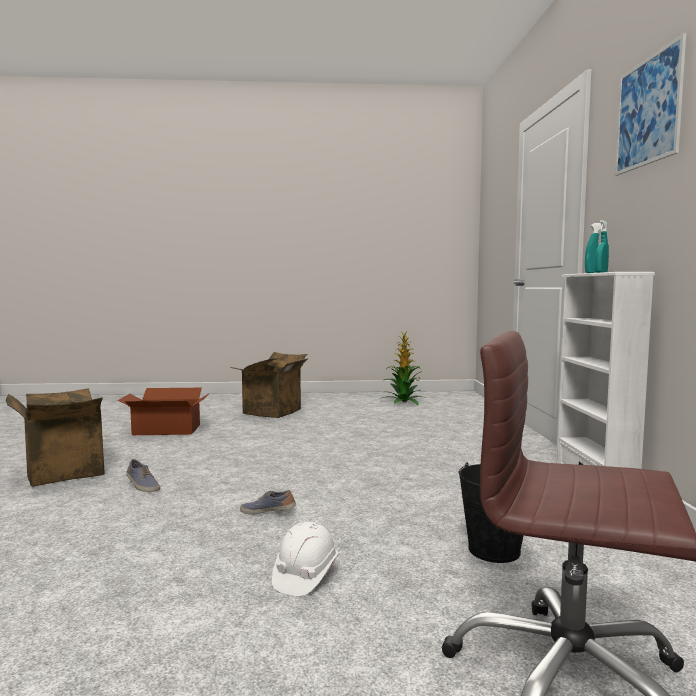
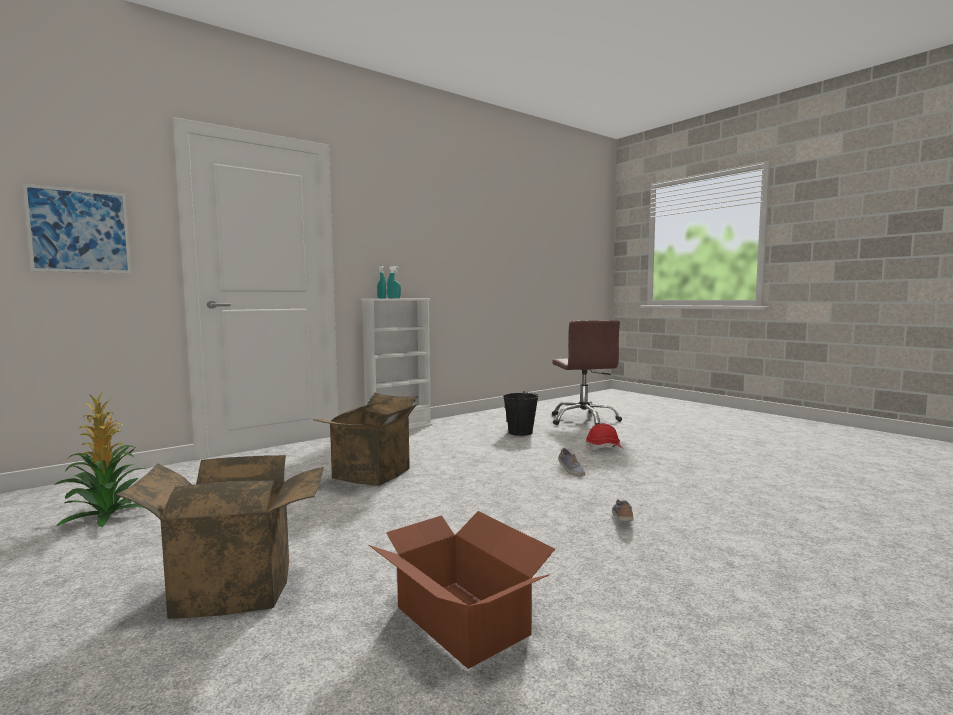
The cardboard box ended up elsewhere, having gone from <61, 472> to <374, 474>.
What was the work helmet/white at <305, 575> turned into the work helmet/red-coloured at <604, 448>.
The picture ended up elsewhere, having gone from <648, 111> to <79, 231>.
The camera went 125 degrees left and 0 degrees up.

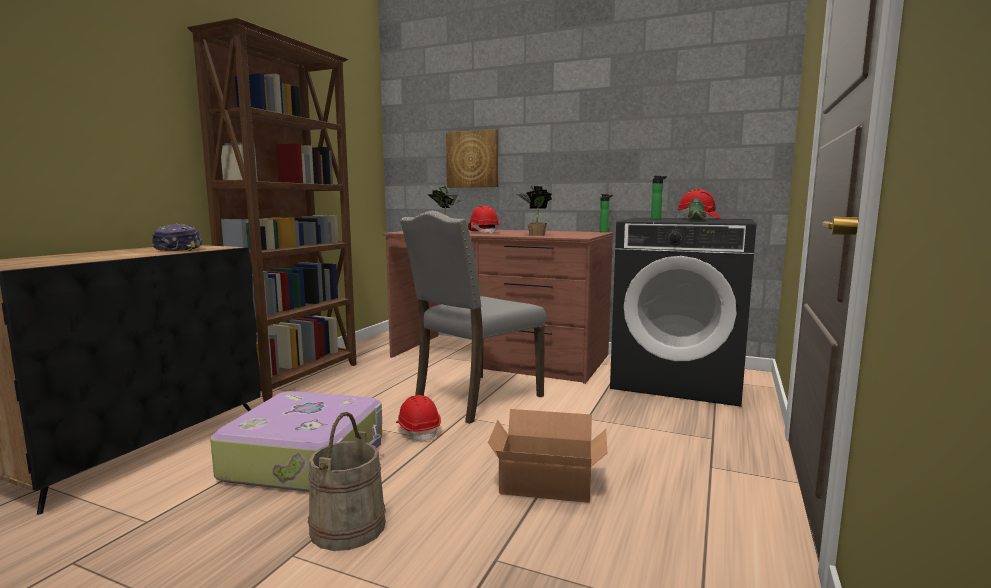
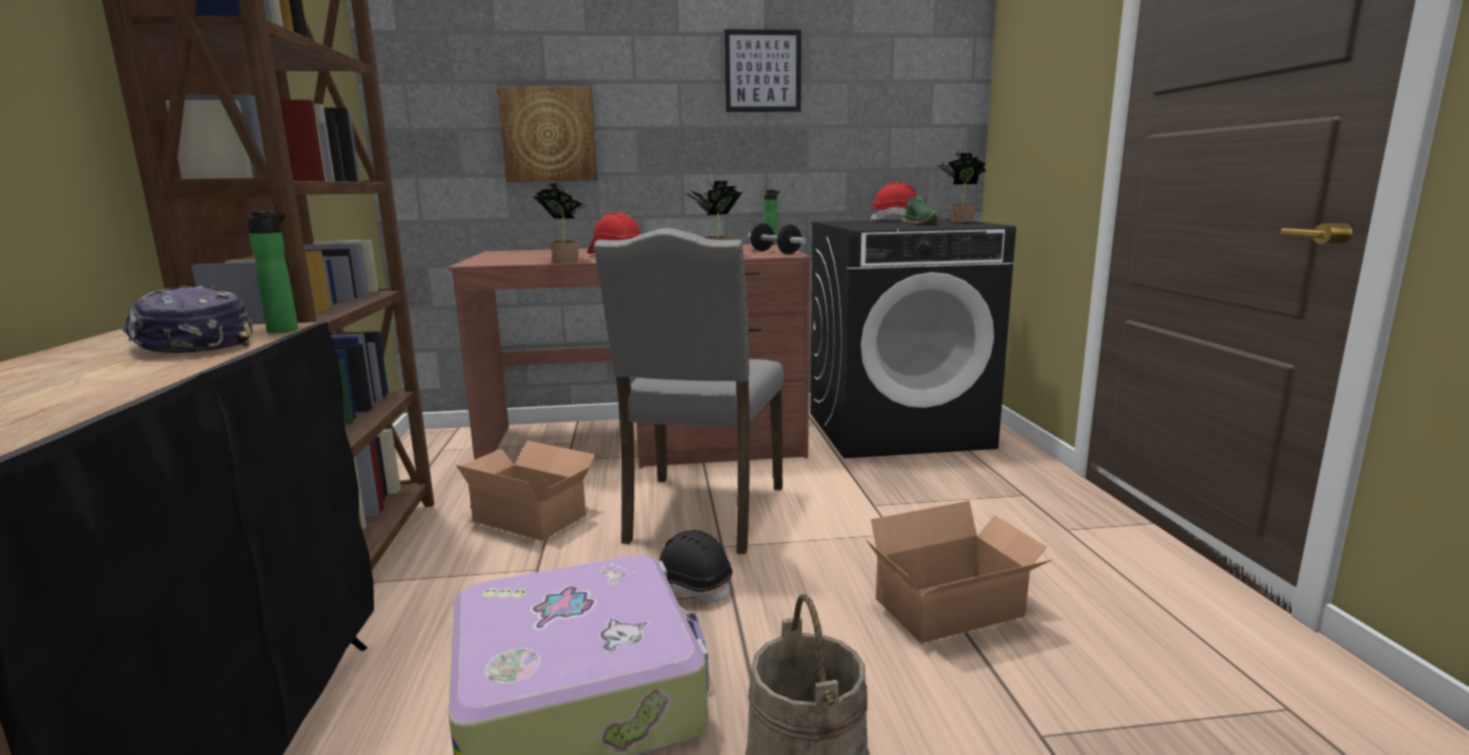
What was the work helmet/red-coloured at <418, 431> turned into the work helmet/black-coloured at <690, 586>.
The beverage bottle ended up elsewhere, having gone from <657, 219> to <285, 331>.
The second view gained the cardboard box at <531, 516>.
The second view gained the picture at <763, 71>.
The second view gained the hand weight at <775, 252>.
The second view gained the houseplant at <958, 221>.
The camera went 30 degrees left and 5 degrees up.

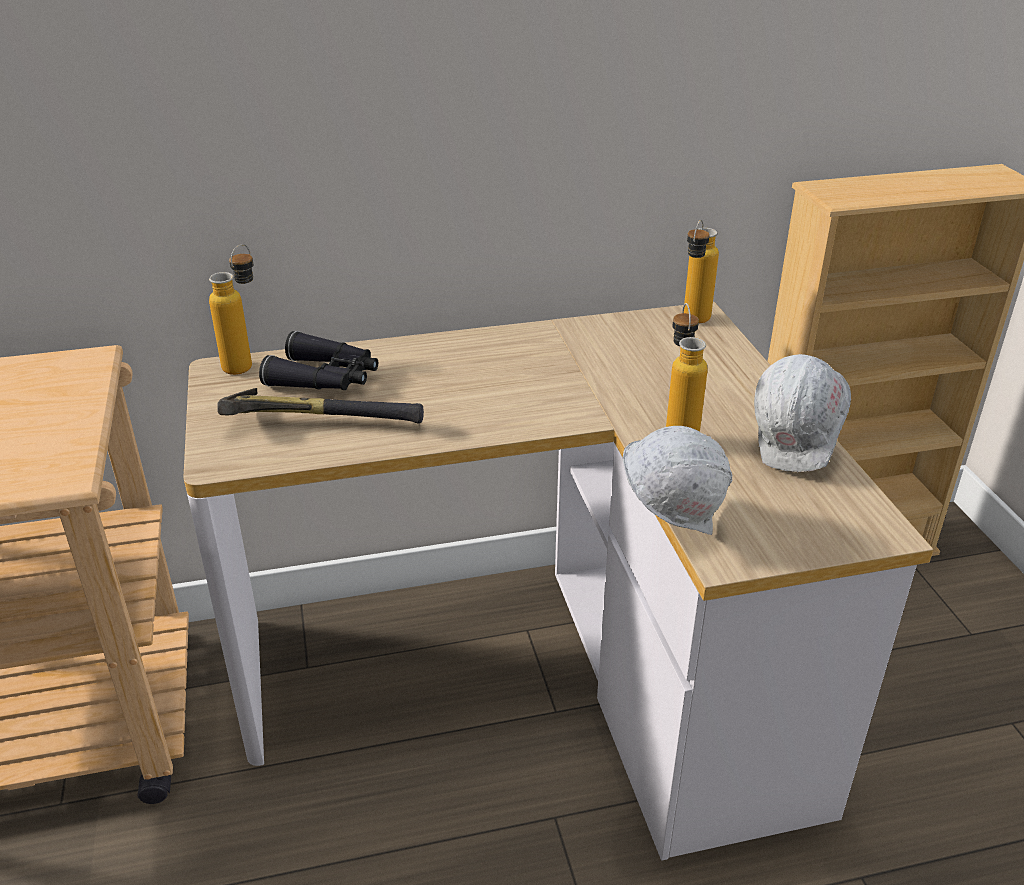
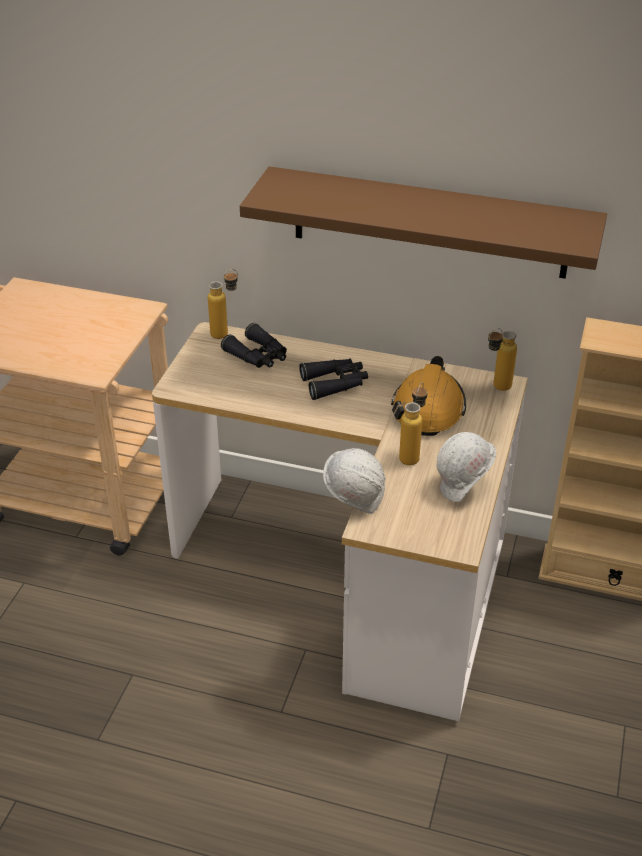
The second view lost the hammer at <320, 421>.
The second view gained the shelf/brown-coloured at <429, 223>.
The second view gained the binoculars/black-coloured at <335, 383>.
The second view gained the work helmet/orangey at <428, 408>.
The camera went 30 degrees right and 5 degrees up.

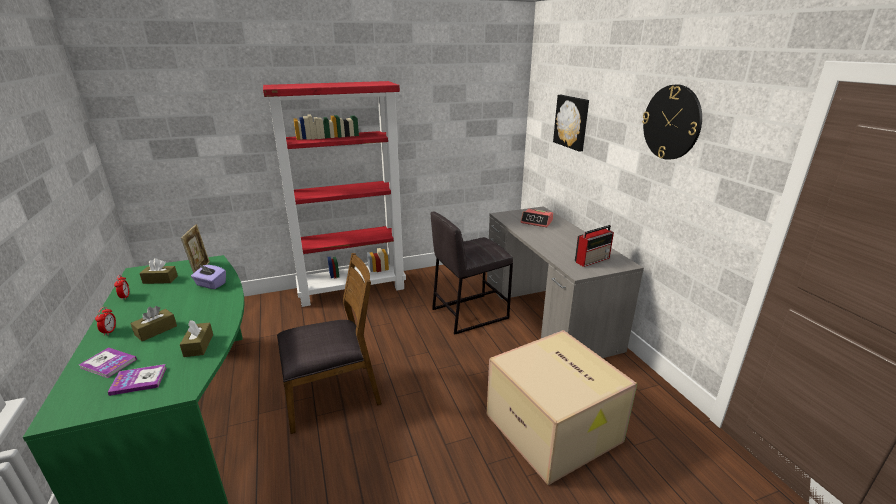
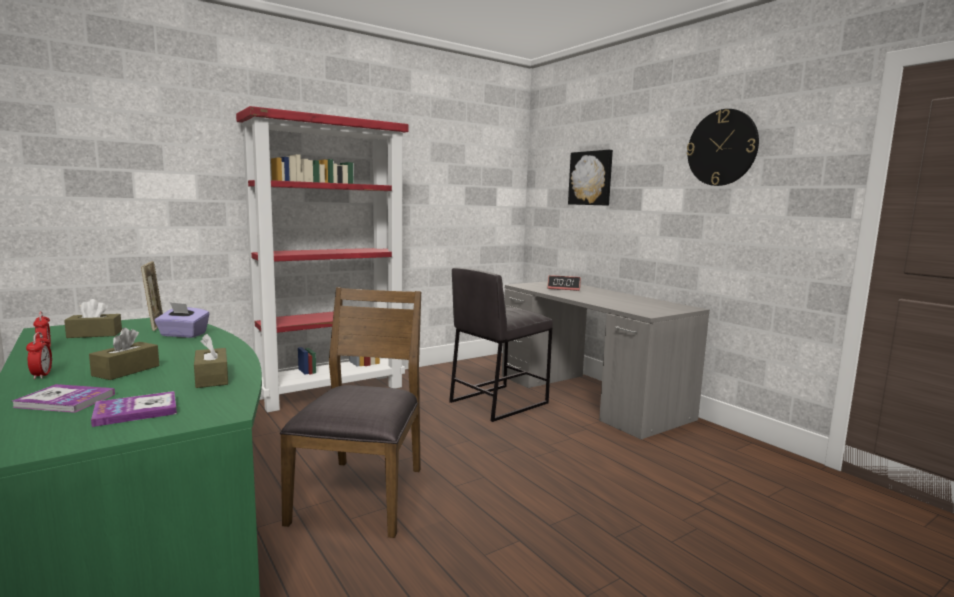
The plain chair/brown-coloured at <332, 395> ended up facing another way, 45 degrees counterclockwise from before.
The second view lost the cardboard box at <555, 428>.
The second view lost the radio receiver at <593, 260>.
The camera went 15 degrees left and 15 degrees down.

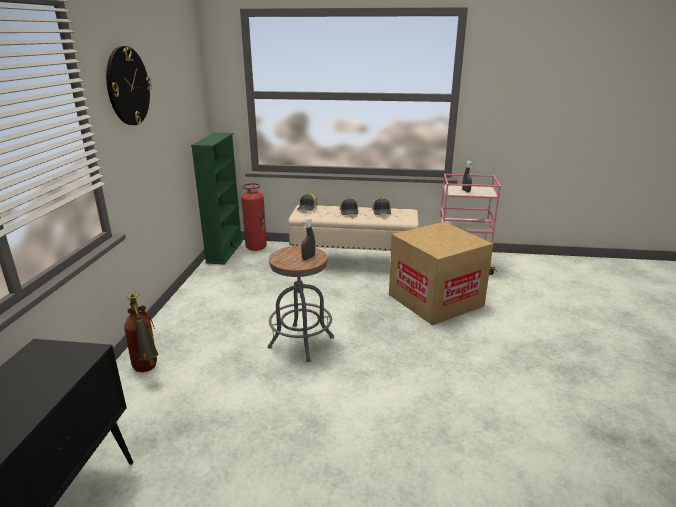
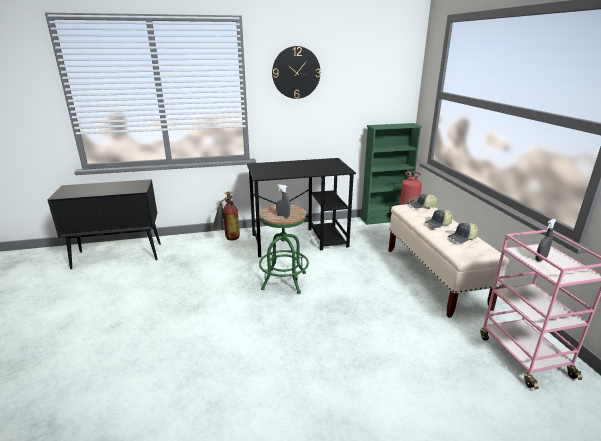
What was the stool seat/gray at <301, 342> turned into the stool seat/green at <284, 281>.
The second view lost the cardboard box at <435, 300>.
The second view gained the desk unit/black-coloured at <300, 241>.
The camera went 70 degrees right and 0 degrees up.

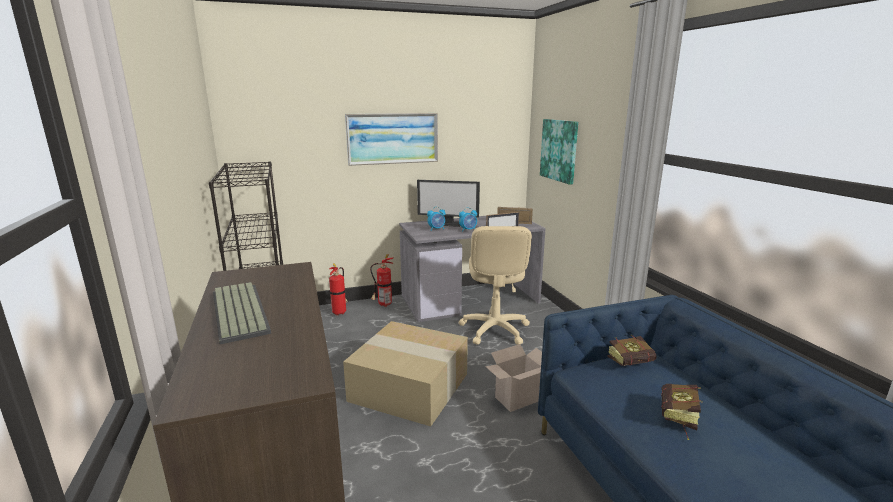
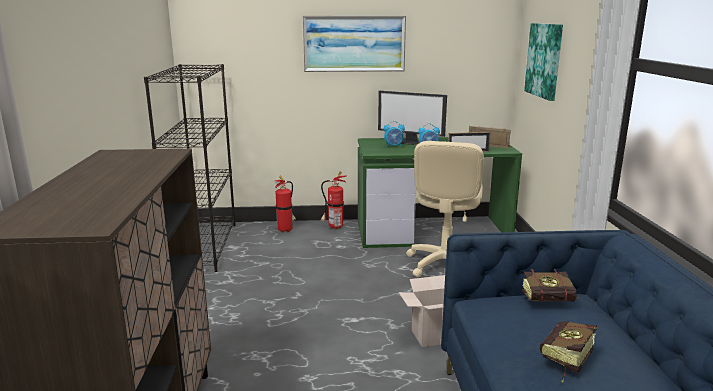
The second view lost the computer keyboard at <237, 312>.
The second view lost the cardboard box at <411, 386>.
What was the desk unit/gray at <470, 299> turned into the desk unit/green at <432, 231>.
The camera went 15 degrees right and 0 degrees up.

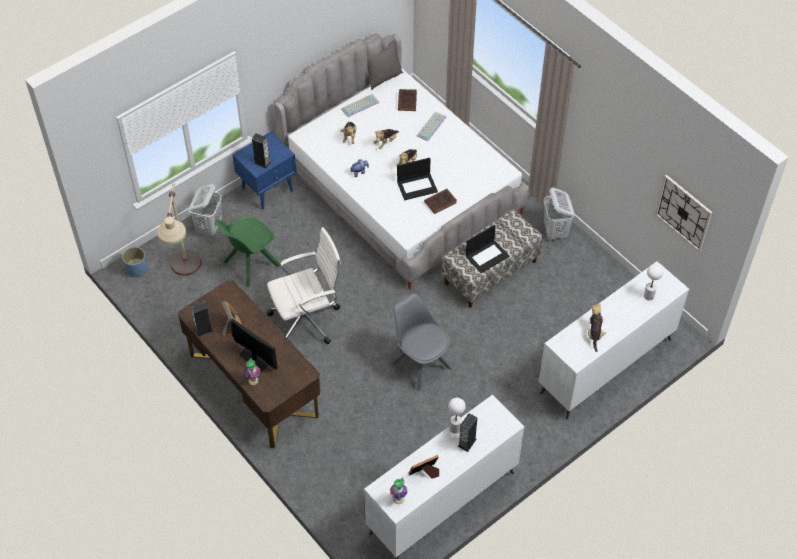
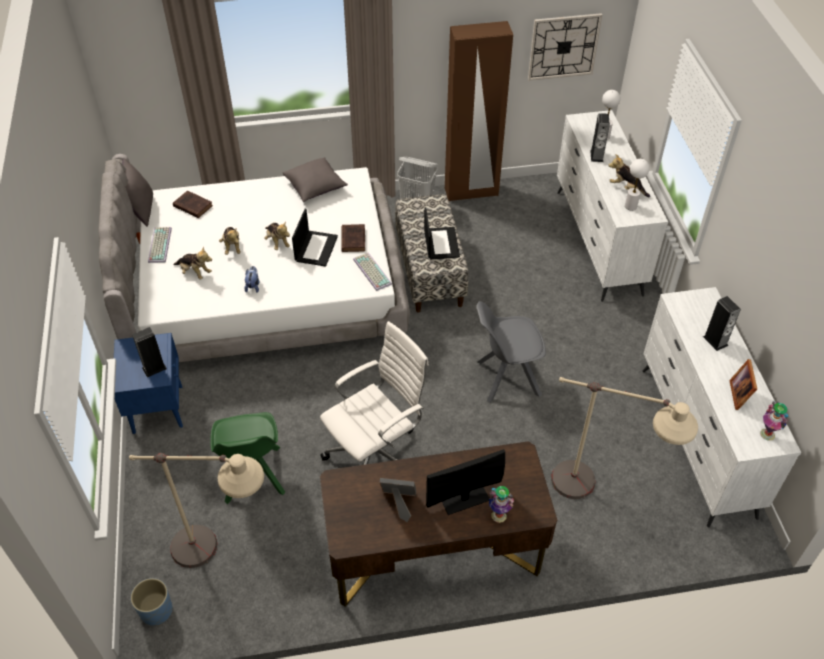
The second view lost the laundry basket/white at <209, 227>.
The loudspeaker ended up elsewhere, having gone from <203, 329> to <596, 156>.
The computer chair/white at <307, 319> ended up facing another way, 45 degrees clockwise from before.
The computer keyboard ended up elsewhere, having gone from <431, 126> to <371, 271>.
The lamp for a table/white ended up elsewhere, having gone from <455, 428> to <630, 206>.
The second view gained the throw pillow/gray at <315, 187>.
The second view gained the wardrobe/brown-coloured at <471, 192>.
The second view gained the floor lamp/beige-coloured at <598, 498>.
The camera went 60 degrees left and 5 degrees down.

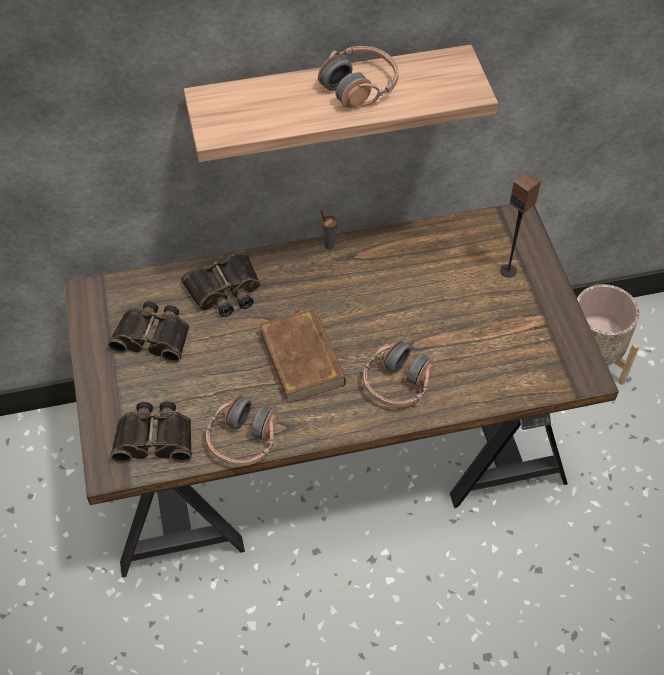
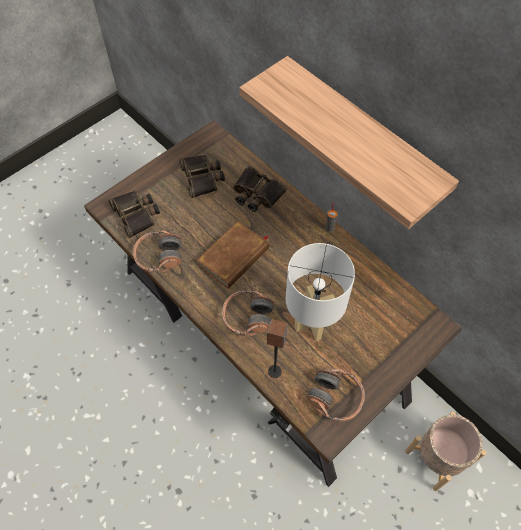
The headset ended up elsewhere, having gone from <359, 86> to <335, 398>.
The loudspeaker ended up elsewhere, having gone from <508, 270> to <275, 371>.
The second view gained the lamp for a table/white at <311, 325>.
The camera went 60 degrees right and 5 degrees up.

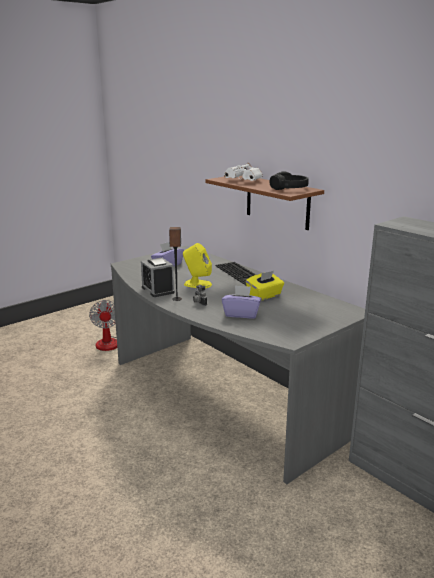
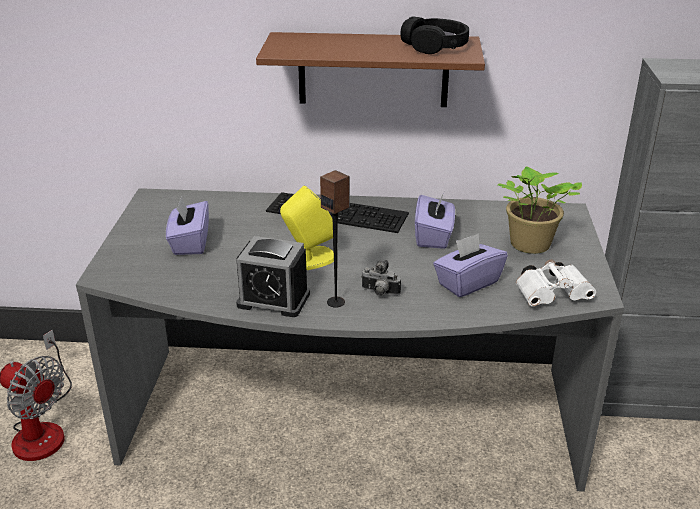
The binoculars/white ended up elsewhere, having gone from <245, 181> to <554, 296>.
What was the tissue box/yellowish at <264, 296> turned into the tissue box/purplish at <433, 236>.
The second view gained the houseplant at <528, 245>.
The camera went 45 degrees left and 10 degrees up.

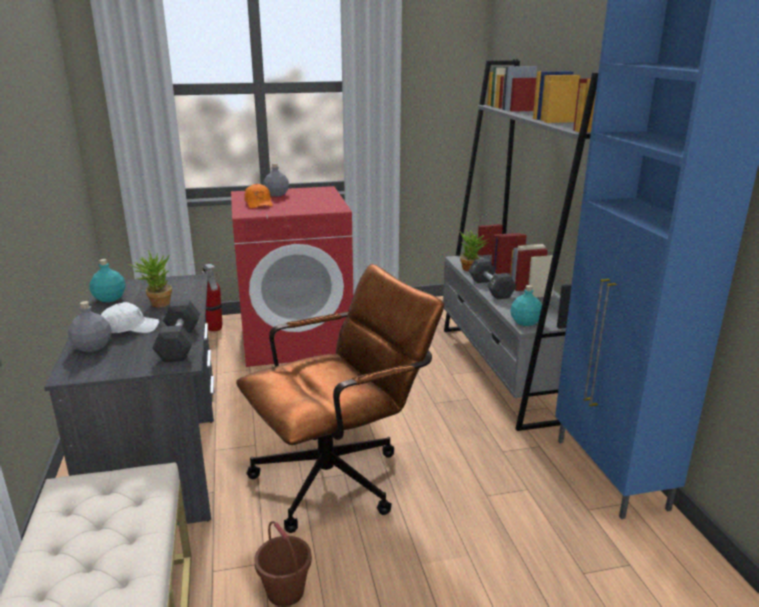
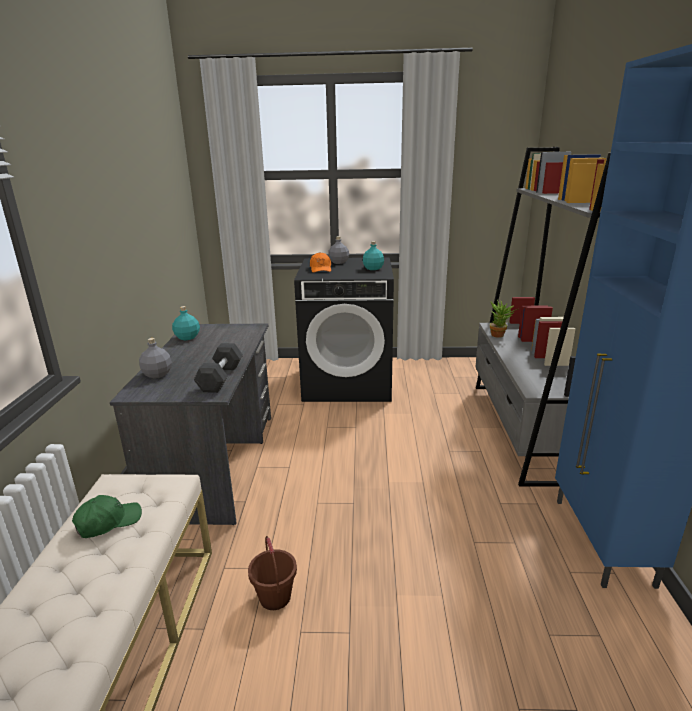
The second view lost the cap/white at <130, 328>.
The second view lost the houseplant at <156, 304>.
The second view lost the fire-fighting cylinder at <215, 328>.
What was the laundry machine/red-coloured at <296, 339> turned into the laundry machine/black-coloured at <348, 382>.
The second view lost the computer chair/brown-coloured at <340, 476>.
The second view lost the hand weight/black-coloured at <490, 288>.
The beverage bottle/turquoise-coloured ended up elsewhere, having gone from <525, 322> to <373, 268>.
The second view gained the cap/green at <108, 522>.
The camera went 15 degrees right and 0 degrees up.

